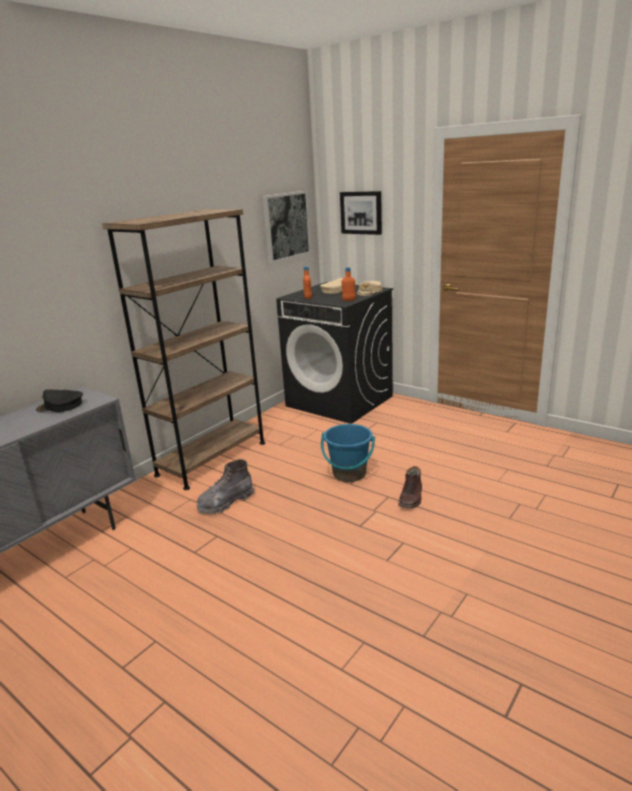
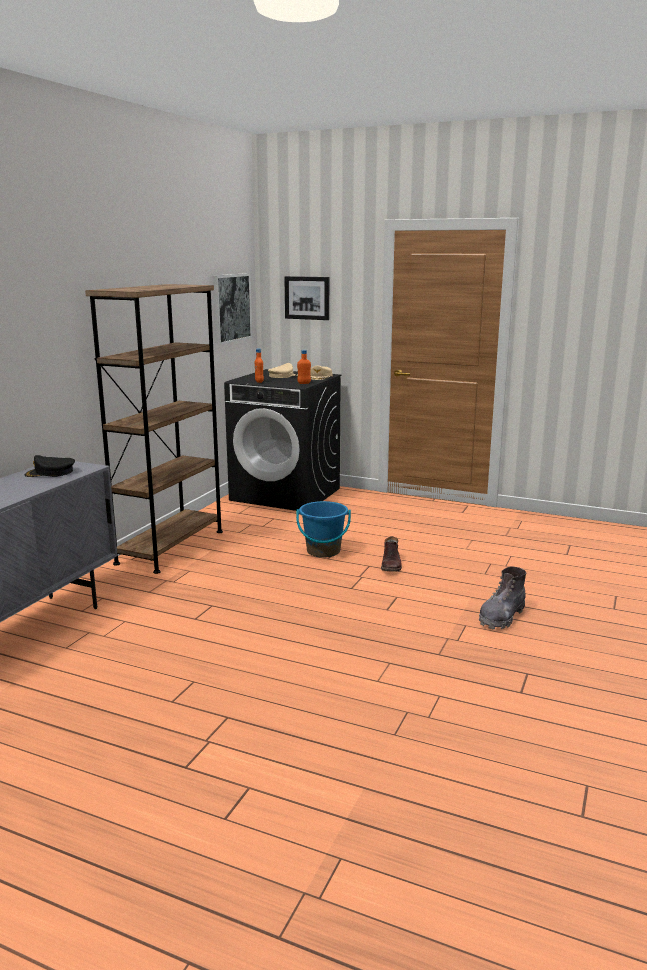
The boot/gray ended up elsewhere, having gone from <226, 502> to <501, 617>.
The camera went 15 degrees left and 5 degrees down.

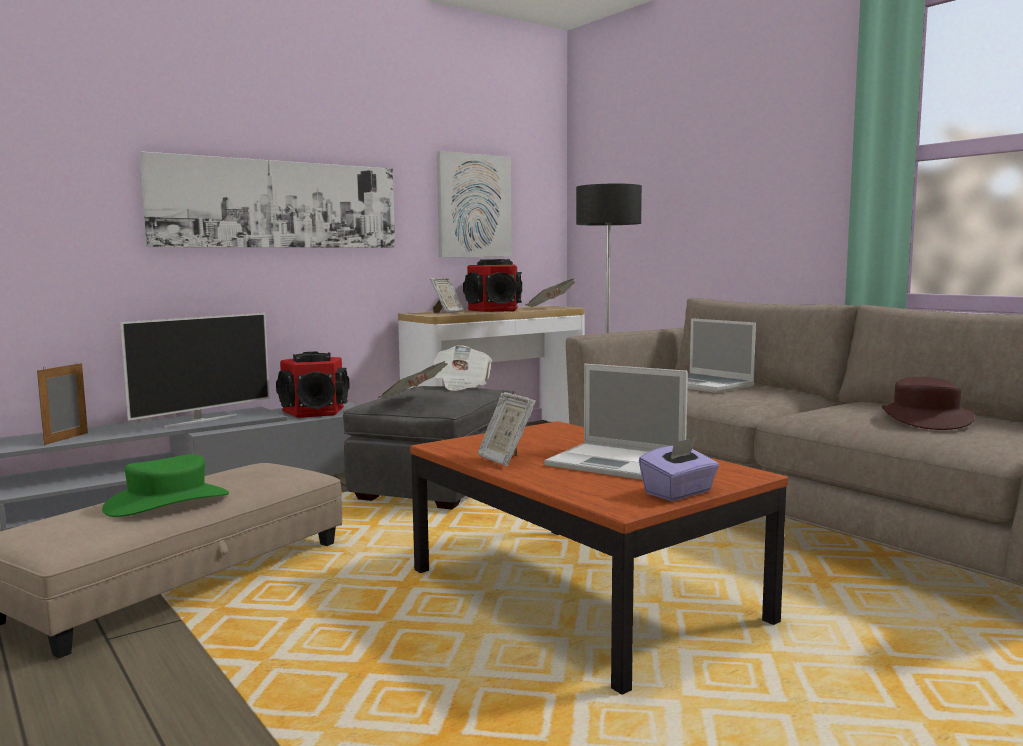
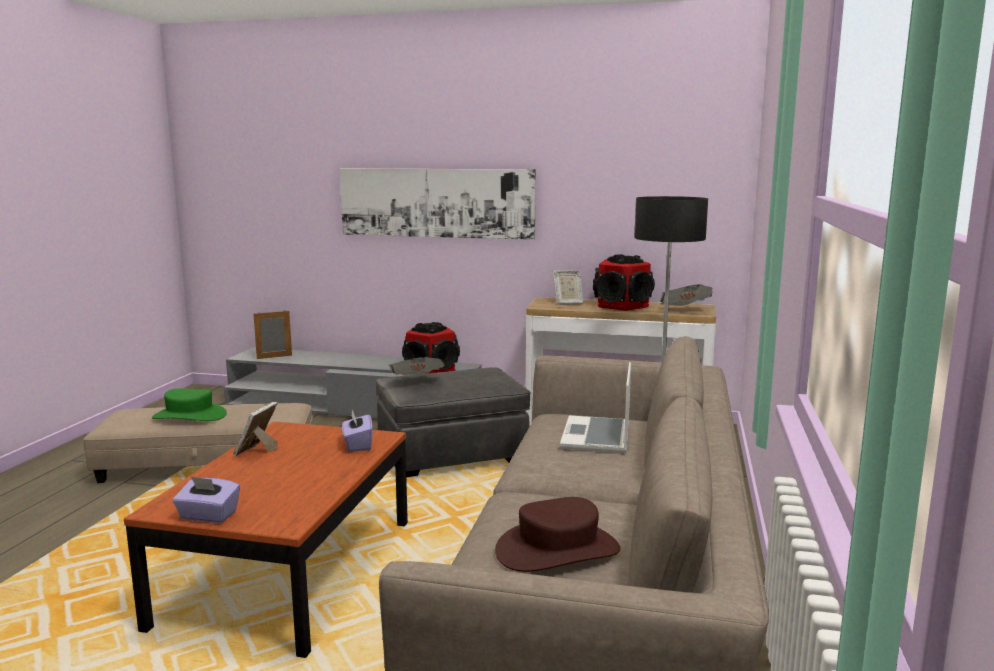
The second view lost the television at <201, 420>.
The second view lost the printed paper at <461, 385>.
The second view lost the picture at <473, 206>.
The second view lost the laptop at <618, 463>.
The second view gained the tissue box/purplish at <357, 445>.
The camera went 50 degrees right and 5 degrees up.

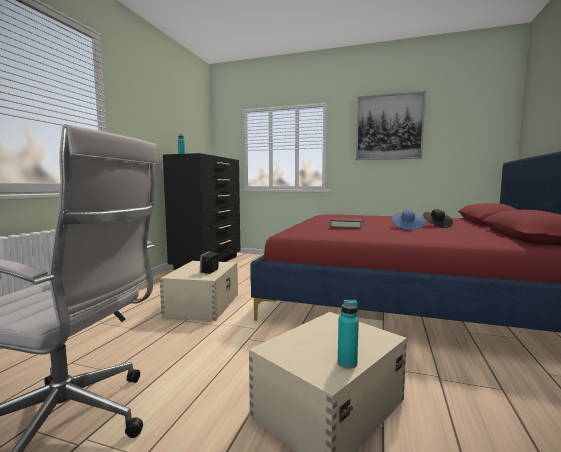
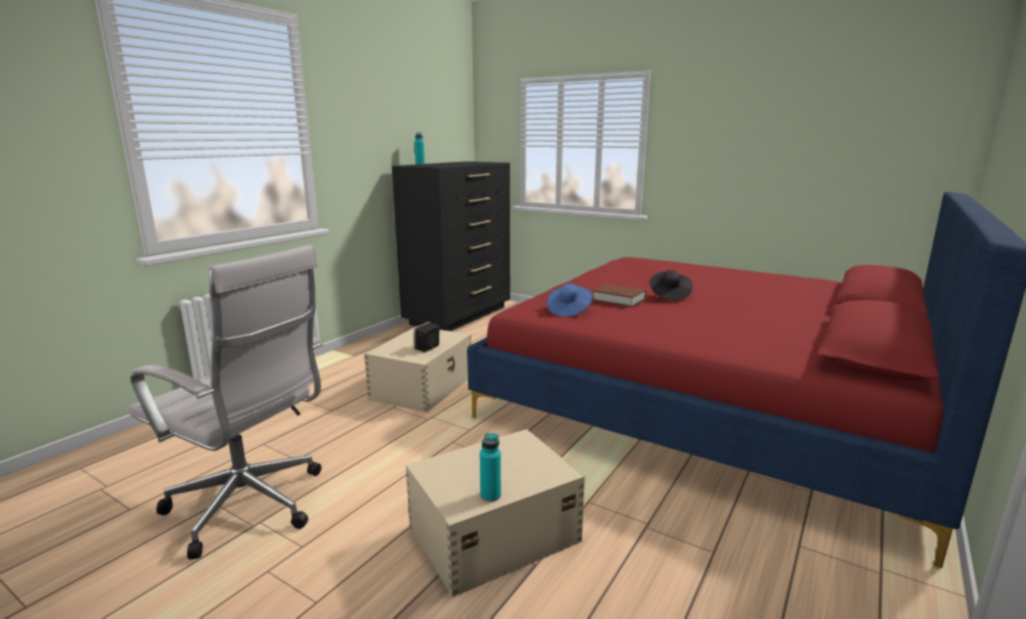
The second view lost the picture at <389, 127>.
The hat/blue ended up elsewhere, having gone from <407, 228> to <569, 311>.
The hat/black-coloured ended up elsewhere, having gone from <436, 226> to <669, 295>.
The camera went 15 degrees right and 10 degrees up.

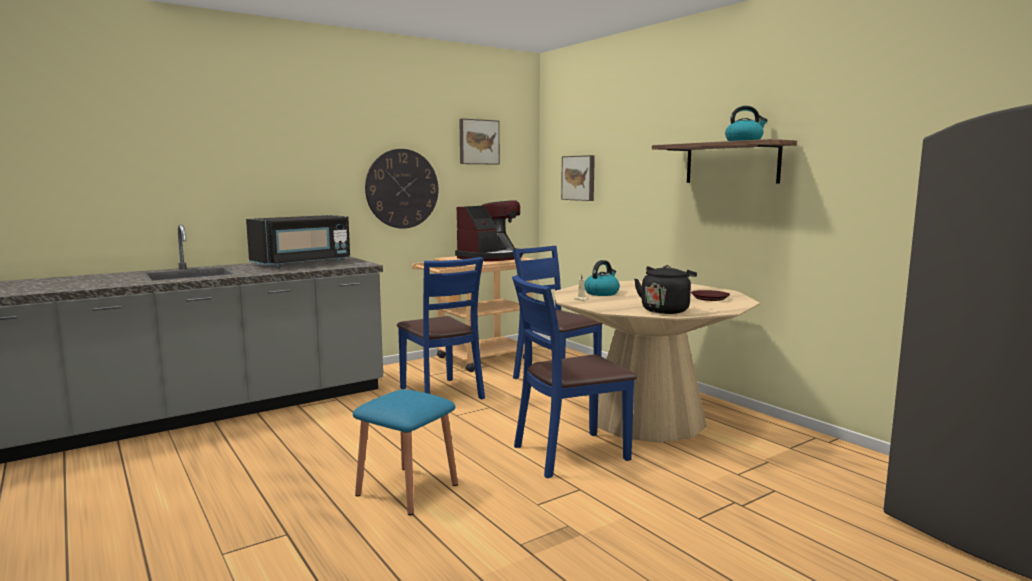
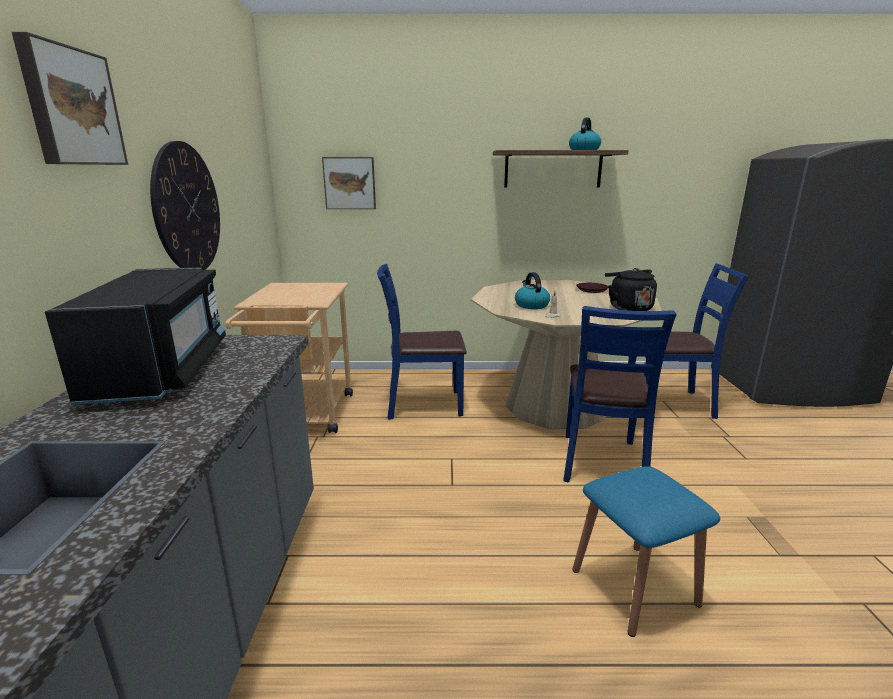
The plain chair/blue ended up elsewhere, having gone from <441, 394> to <669, 403>.
The second view lost the coffee machine at <491, 257>.
The picture ended up elsewhere, having gone from <478, 142> to <71, 107>.
The camera went 55 degrees left and 10 degrees up.

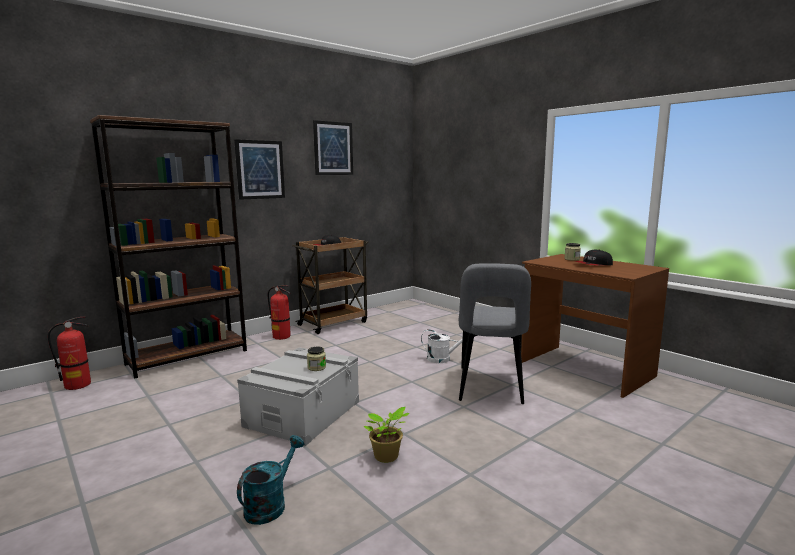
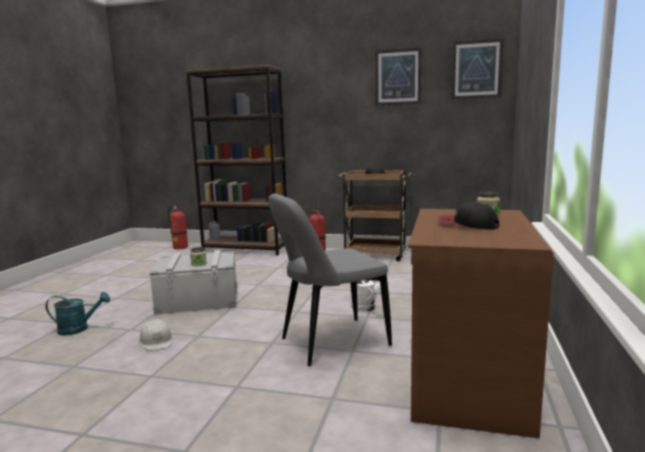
The picture ended up elsewhere, having gone from <260, 169> to <476, 69>.
Where the houseplant stood at <387, 457>, the work helmet/white came to stand at <156, 341>.
The camera went 55 degrees right and 0 degrees up.

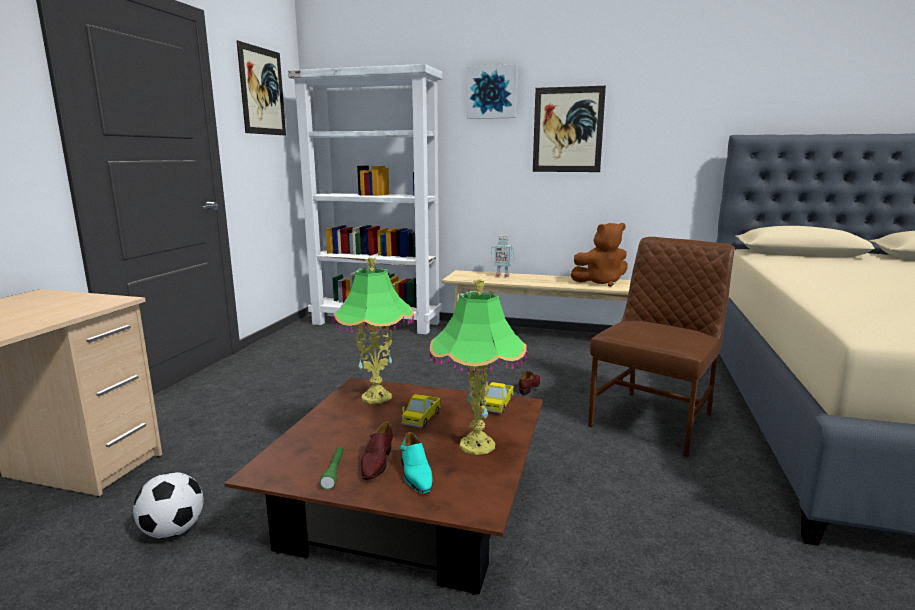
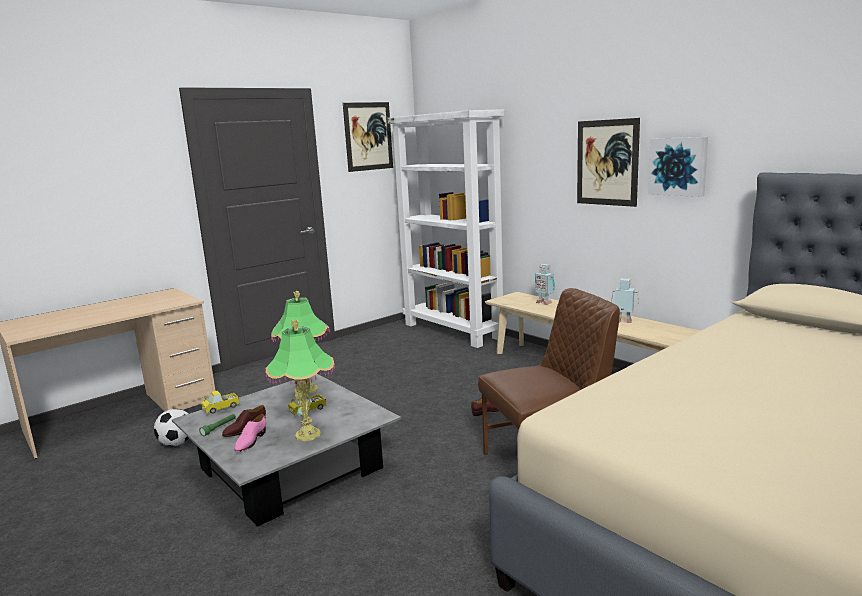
What was the coffee table/brown-coloured at <410, 506> turned into the coffee table/gray at <292, 469>.
What was the low shoe/turquoise-coloured at <415, 475> turned into the low shoe/pink-coloured at <250, 441>.
The picture ended up elsewhere, having gone from <492, 92> to <678, 166>.
The toy lorry ended up elsewhere, having gone from <498, 405> to <221, 408>.
Where the plush toy/brown-coloured stood at <600, 282>, the robot figure came to stand at <624, 322>.
The camera went 35 degrees right and 0 degrees up.

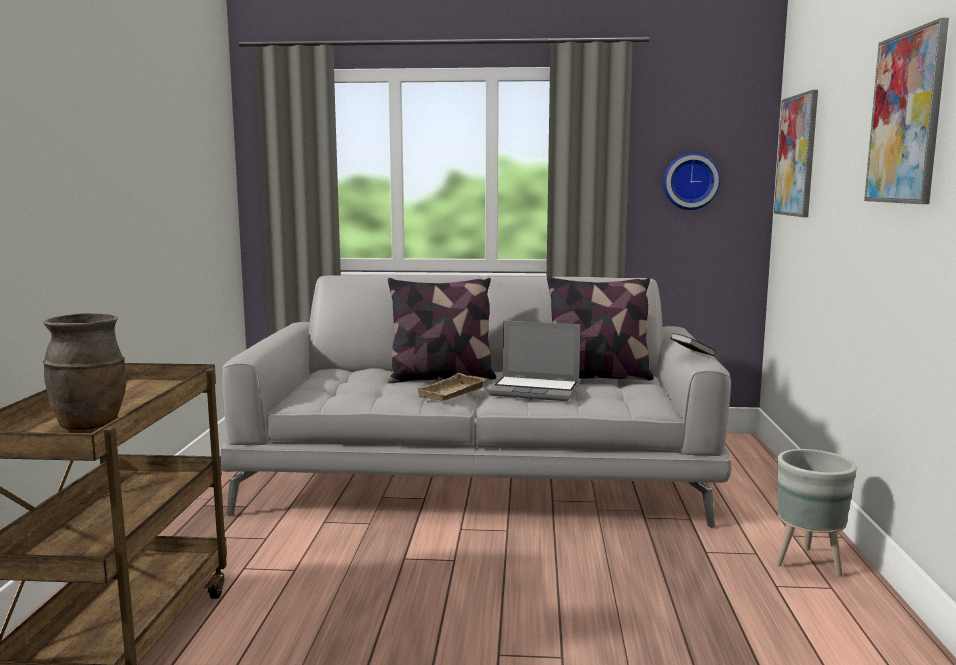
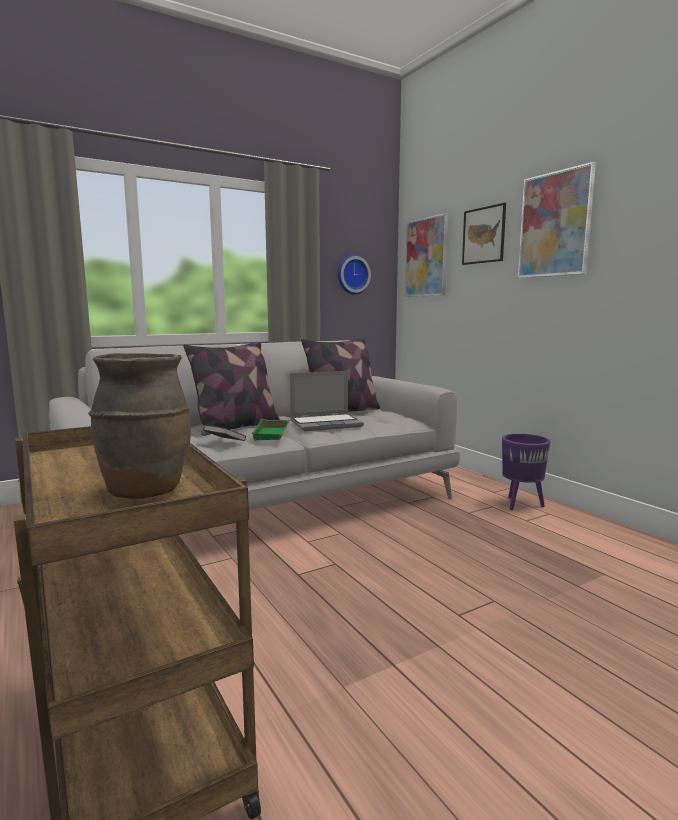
What was the carrying tray/beige-coloured at <453, 393> turned into the carrying tray/green at <273, 434>.
The bound book ended up elsewhere, having gone from <691, 354> to <224, 442>.
What was the flower pot/gray at <806, 563> turned into the flower pot/purplish at <520, 504>.
The second view gained the picture at <483, 235>.
The camera went 35 degrees left and 0 degrees up.

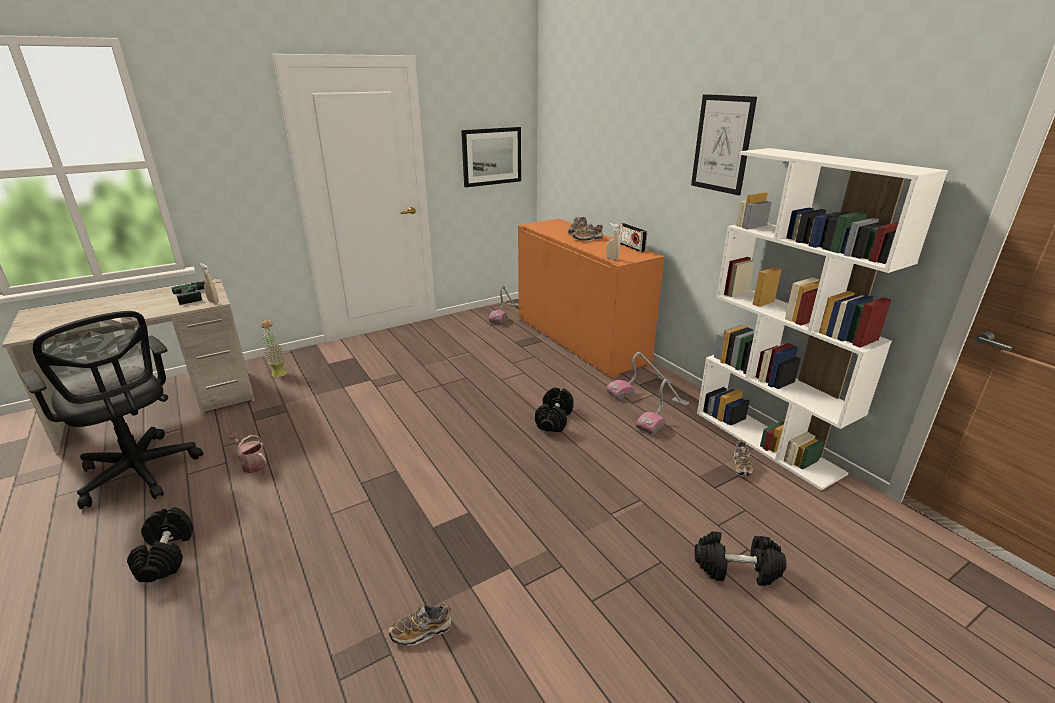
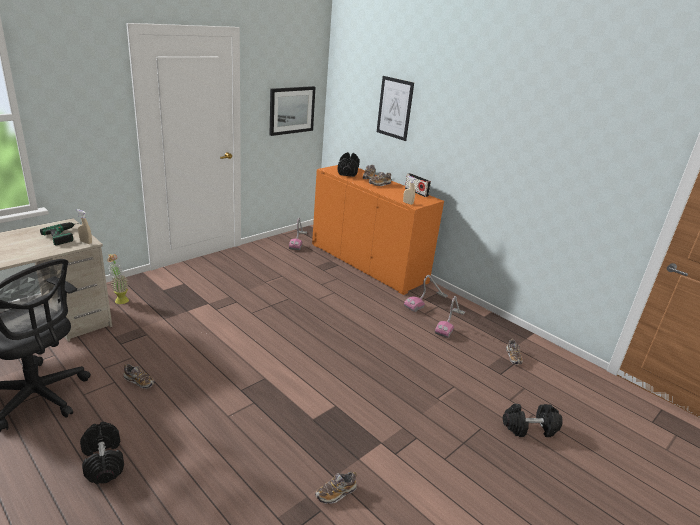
Where the watering pot stood at <252, 464>, the low shoe came to stand at <139, 381>.
The hand weight/black-coloured ended up elsewhere, having gone from <554, 419> to <347, 172>.
The picture ended up elsewhere, having gone from <722, 144> to <395, 108>.
The second view lost the bookshelf/white at <767, 441>.
The camera went 15 degrees left and 0 degrees up.

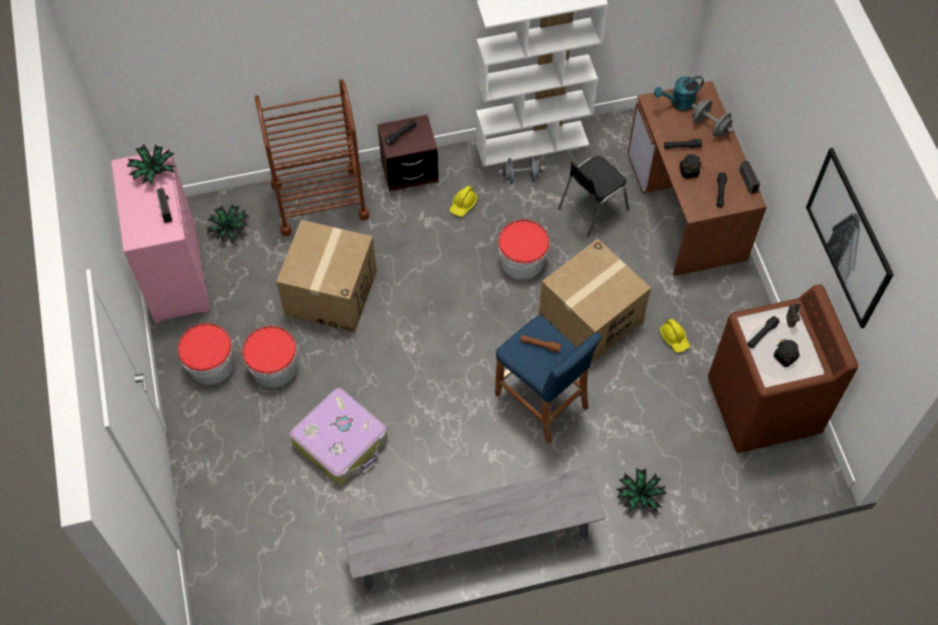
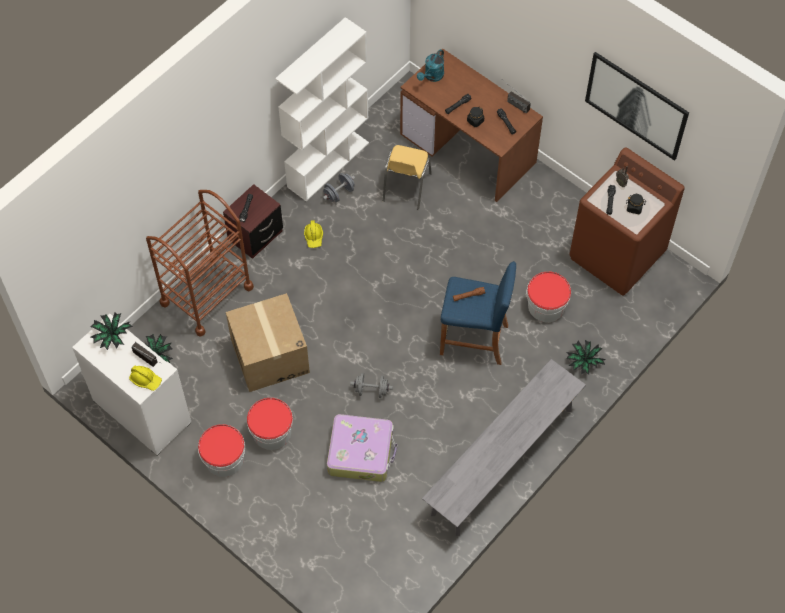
What was the cupboard/pink-coloured at <174, 273> turned into the cupboard/white at <141, 412>.
The water bucket ended up elsewhere, having gone from <522, 260> to <546, 305>.
The second view lost the cardboard box at <590, 318>.
What was the plain chair/black-coloured at <591, 209> turned into the plain chair/yellowish at <406, 187>.
The work helmet/yellowish ended up elsewhere, having gone from <674, 338> to <146, 380>.
The hand weight/gray ended up elsewhere, having gone from <710, 126> to <371, 390>.
The camera went 35 degrees left and 0 degrees up.

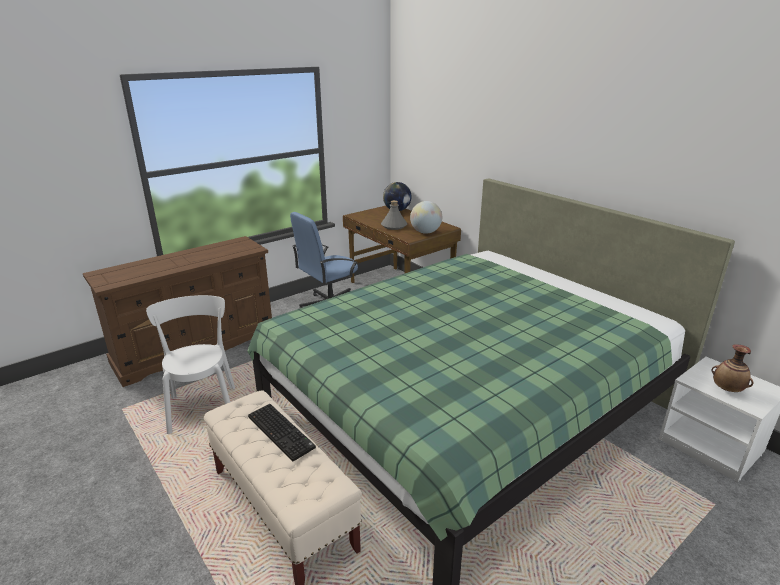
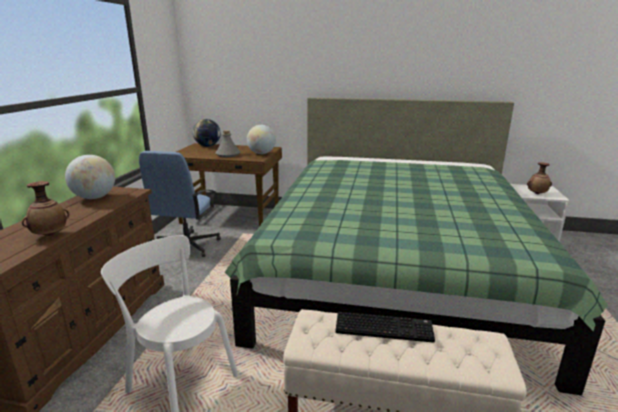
The second view gained the flower vase at <50, 235>.
The second view gained the desk globe at <94, 197>.
The camera went 40 degrees left and 5 degrees down.

